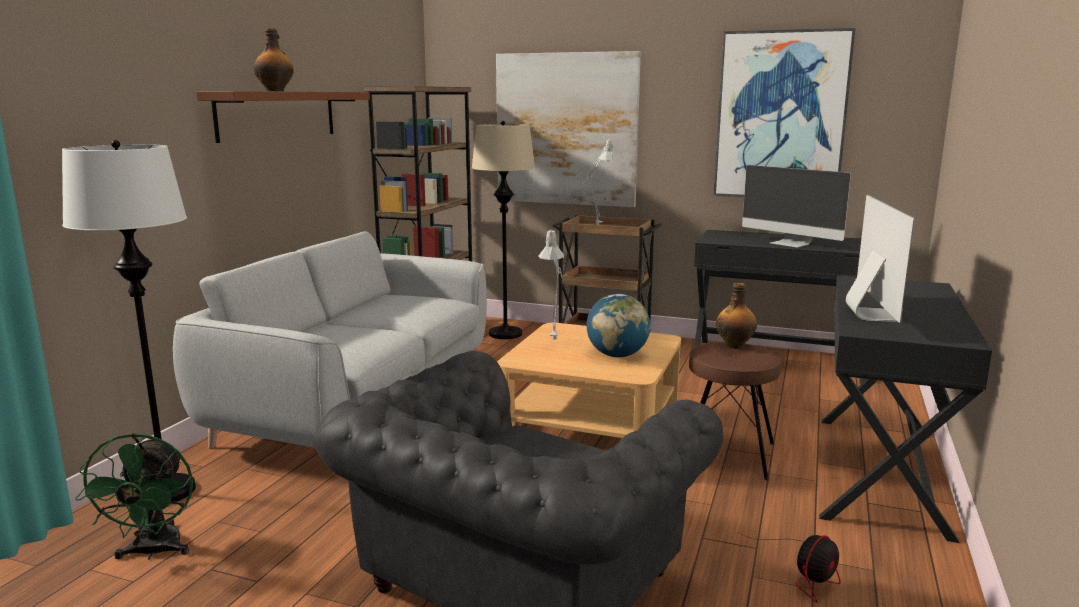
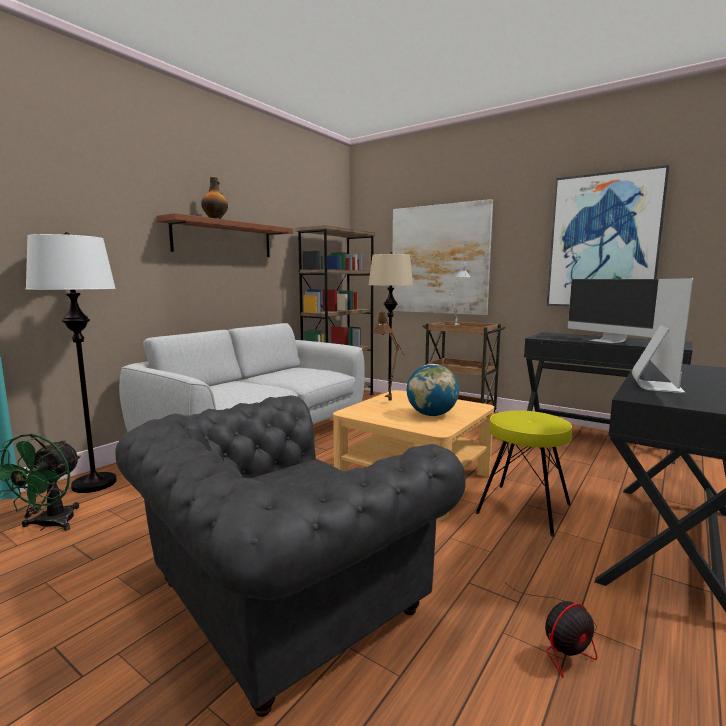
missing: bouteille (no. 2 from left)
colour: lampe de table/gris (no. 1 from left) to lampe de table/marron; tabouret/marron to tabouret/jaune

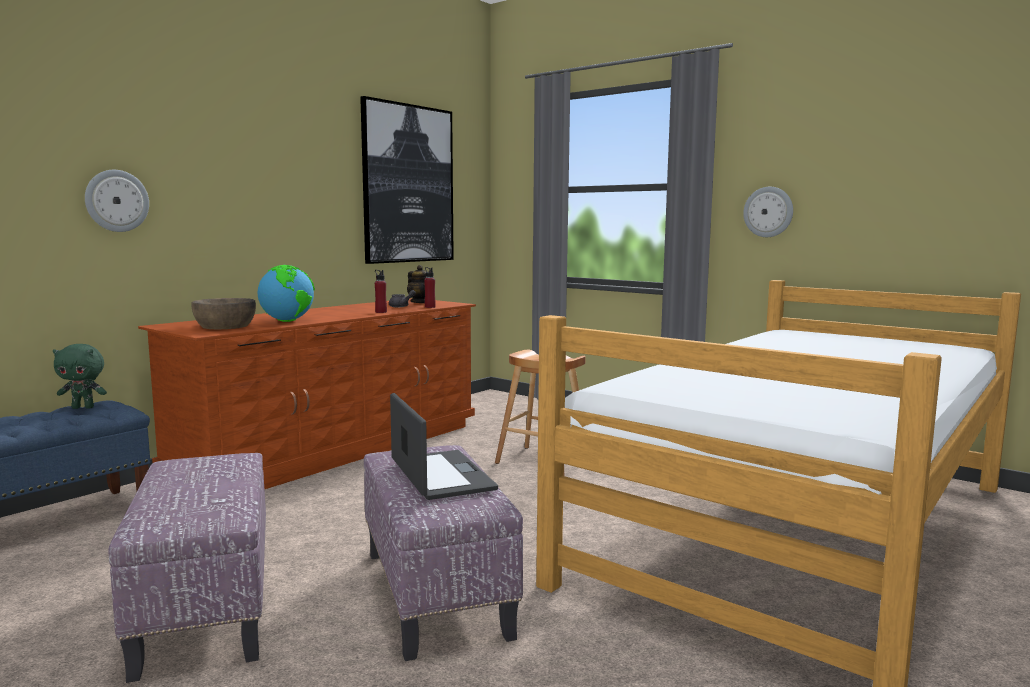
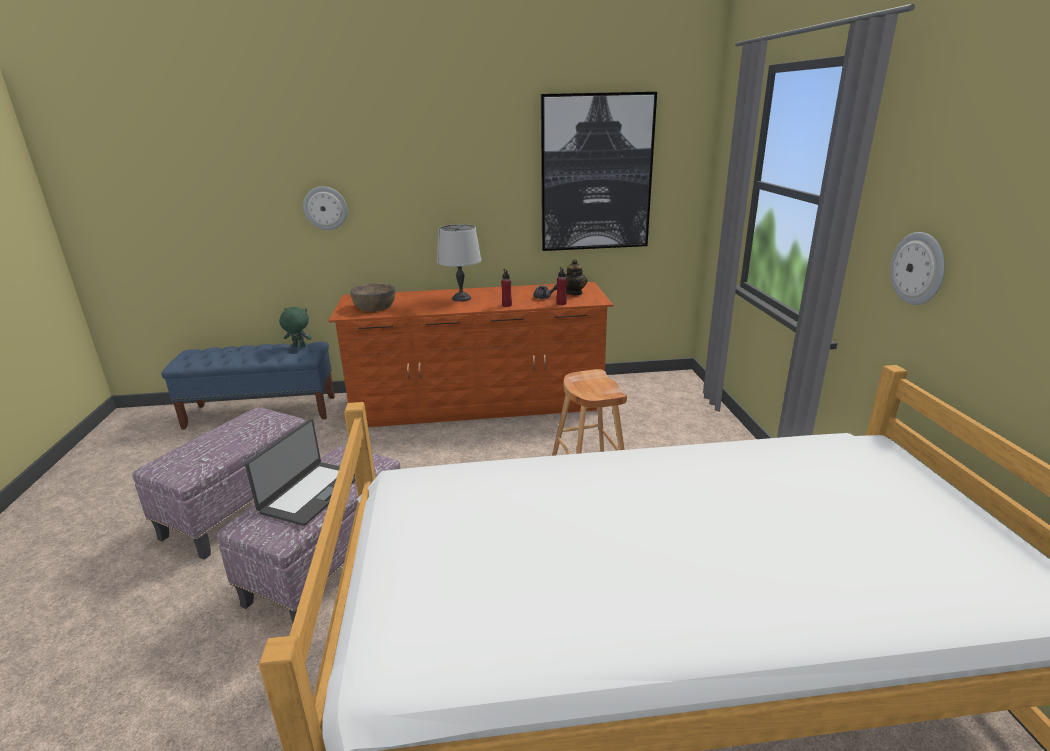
missing: globe
appeared: lampe de table/gris
spun: peluche/vert 150 degrees clockwise

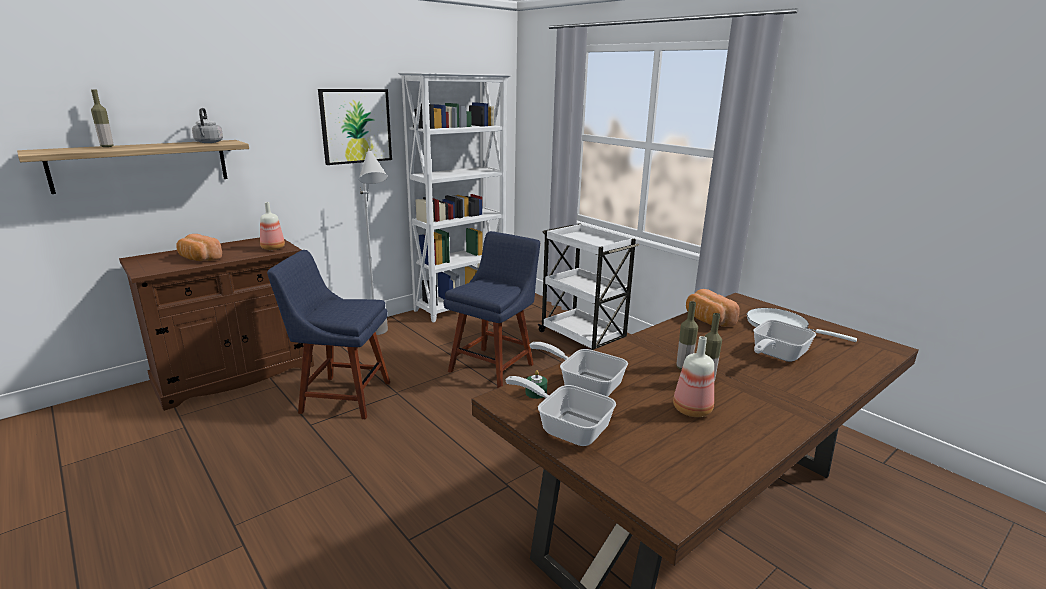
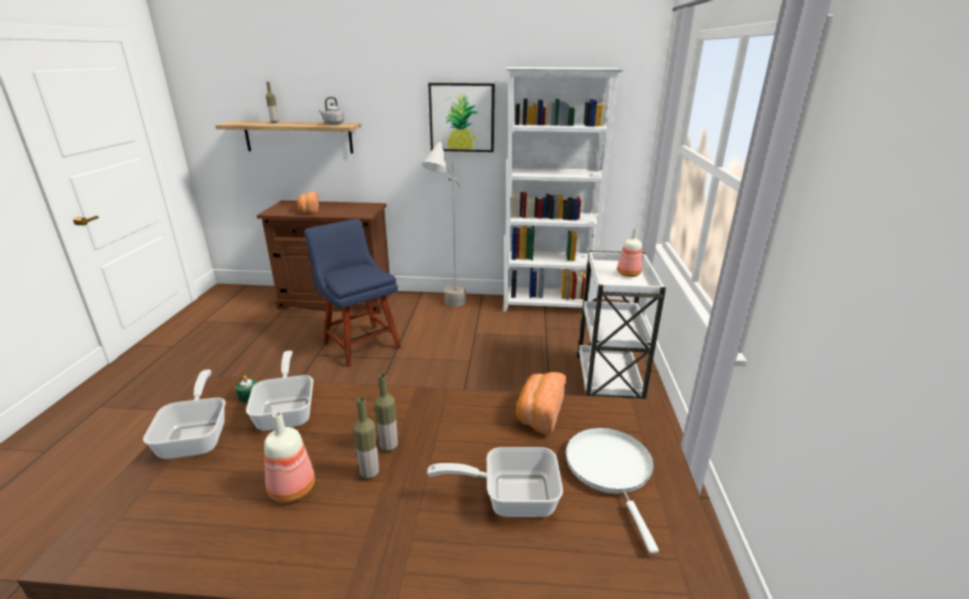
missing: chaise/bleu (no. 2 from left)
relocated: bouteille (no. 2 from left in the first image) to bouteille (no. 5 from left)

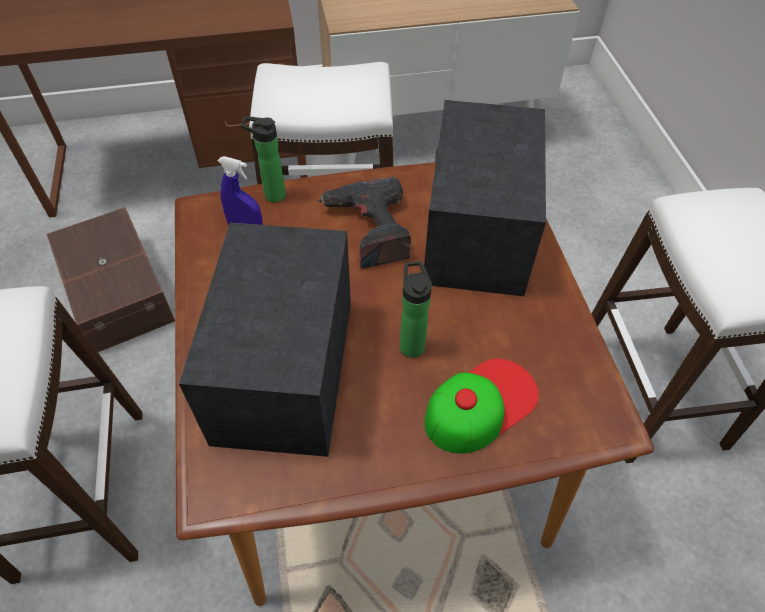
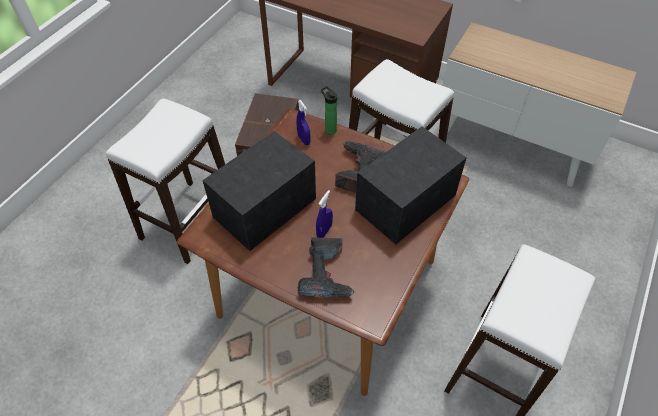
exchanged: bouteille (no. 2 from left) to vaporisateur/bleu (no. 2 from left); casquette to perceuse (no. 1 from left)

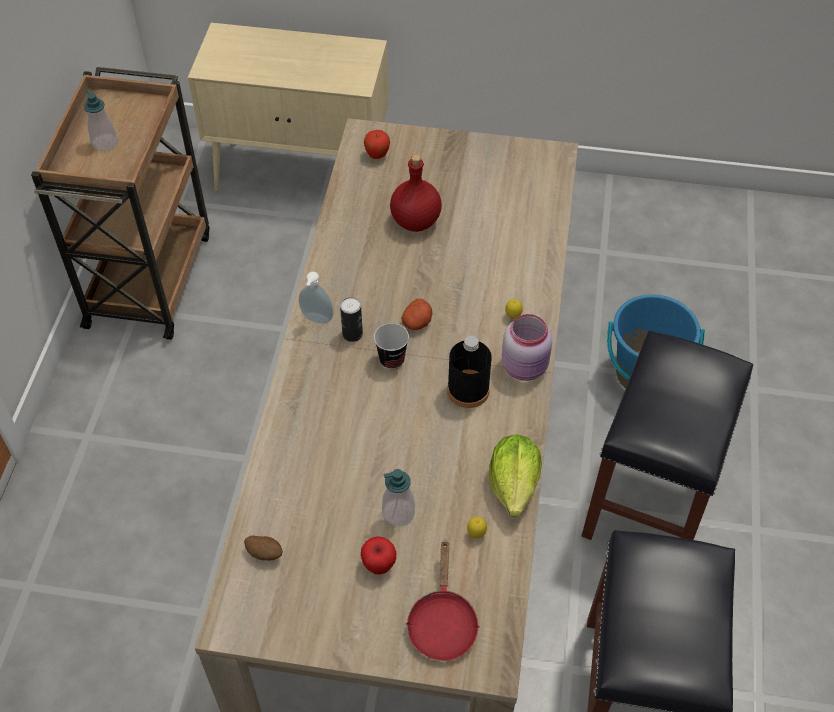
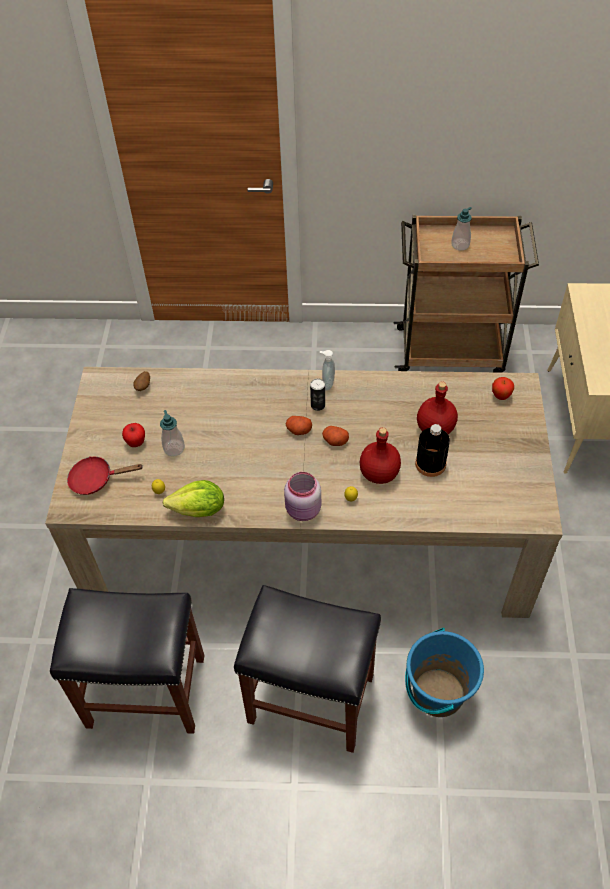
appeared: bouteille/rouge (no. 1 from left)
relocated: bouteille/noir
exchanged: tasse to pomme de terre (no. 2 from left)

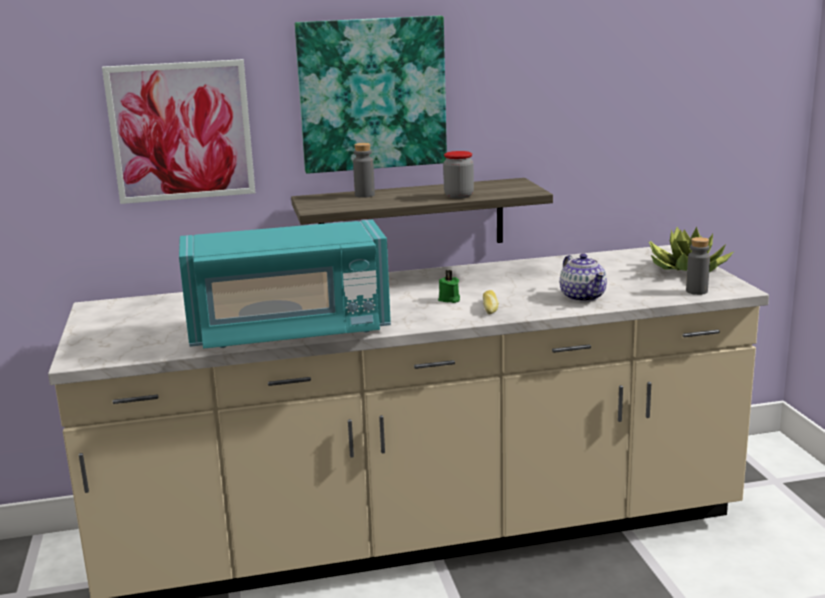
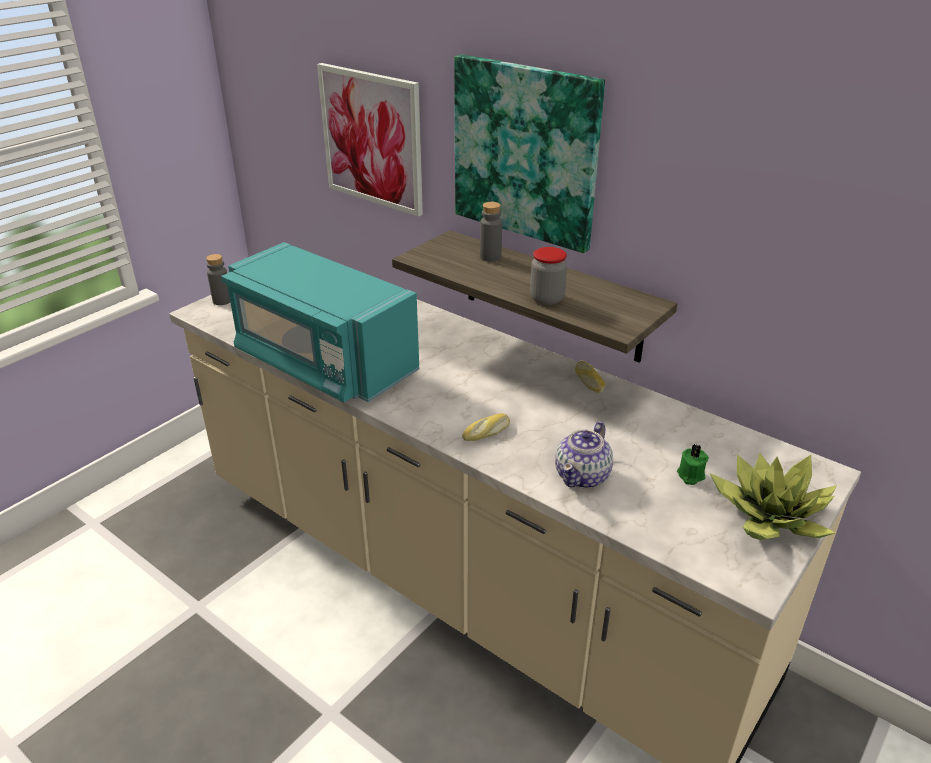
appeared: pain (no. 2 from left)
relocated: bougie/vert; bouteille/gris (no. 2 from left in the first image) to bouteille/gris (no. 1 from left)

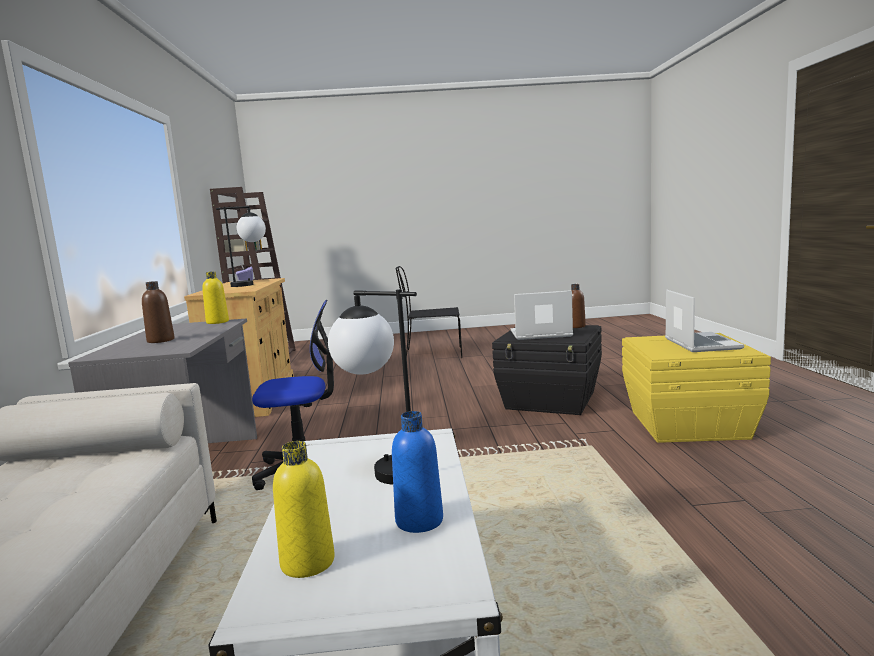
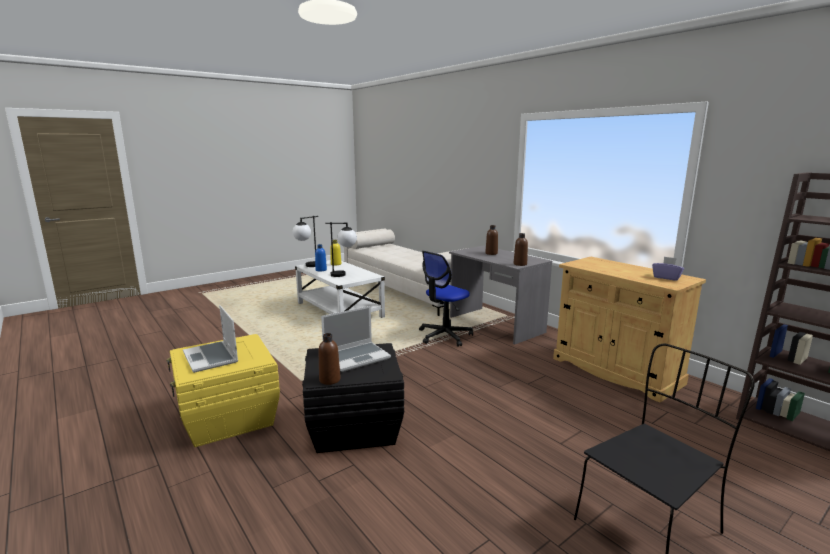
relocated: lampe de table (no. 1 from left)
colour: bouteille/jaune (no. 1 from left) to bouteille/marron (no. 3 from left)

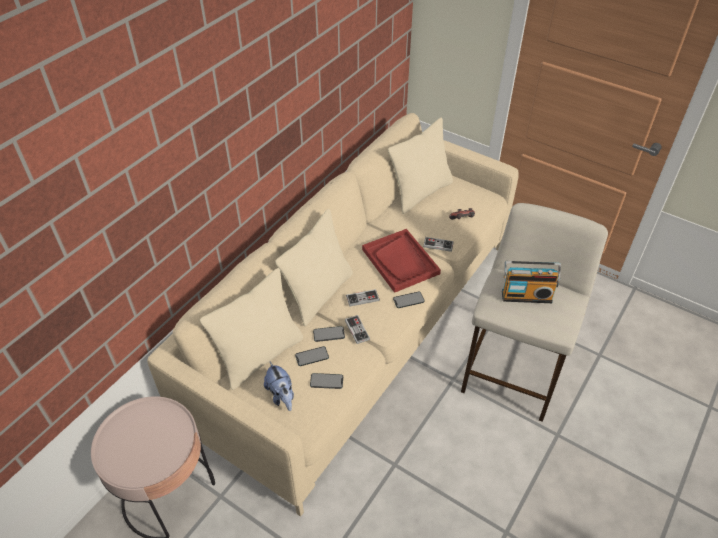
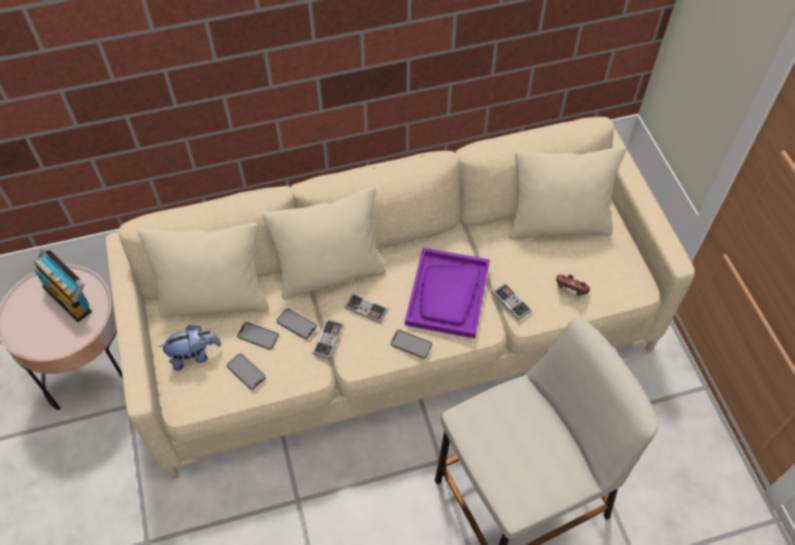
relocated: radio
colour: plateau/rouge to plateau/violet
spun: peluche 120 degrees counterclockwise

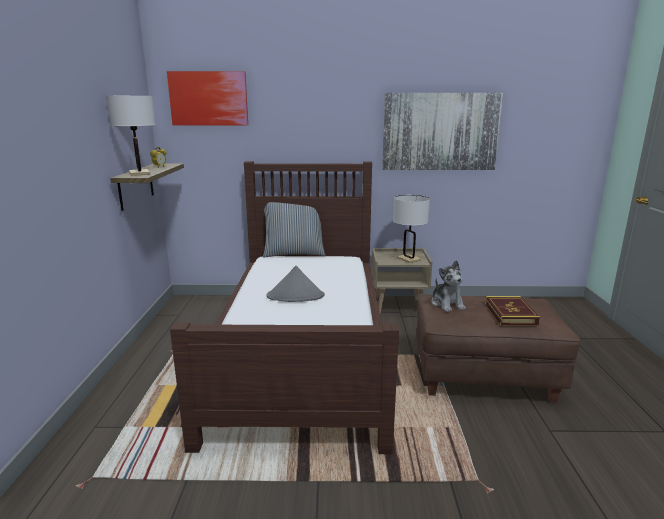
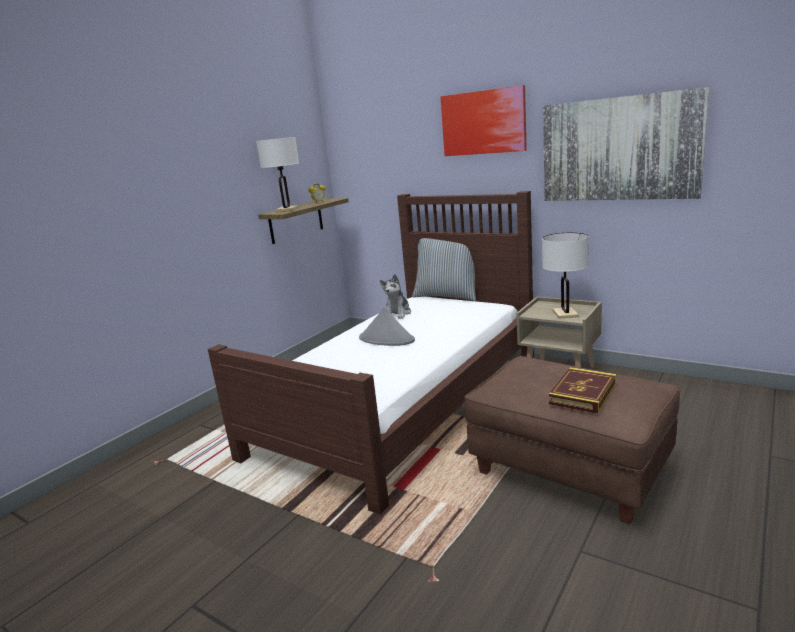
relocated: tableau (no. 1 from left); peluche

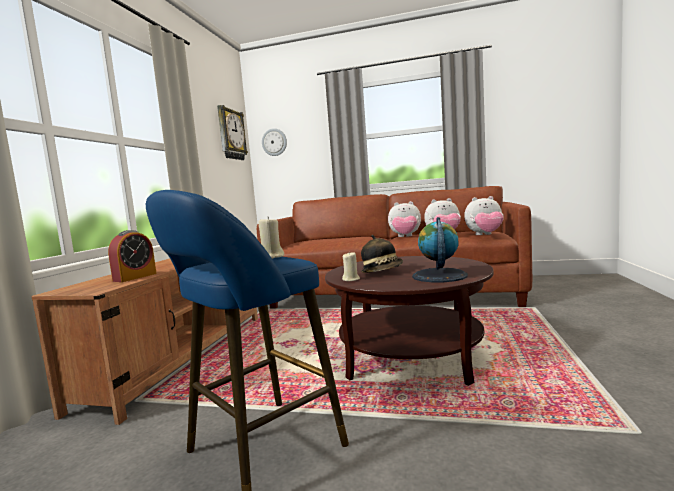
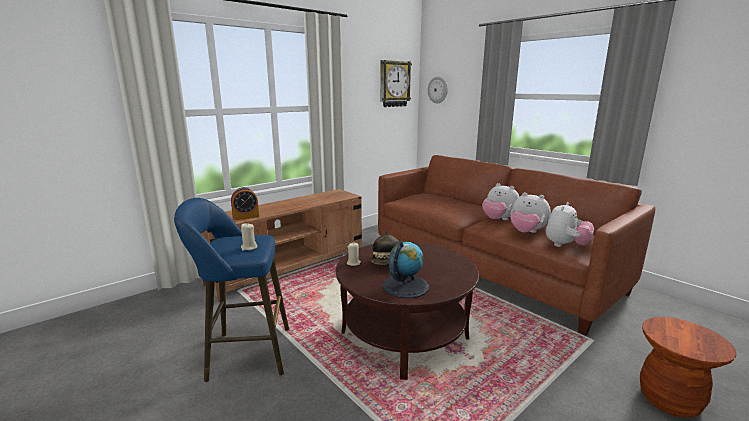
appeared: tabouret/marron
spun: peluche (no. 3 from left) 90 degrees counterclockwise

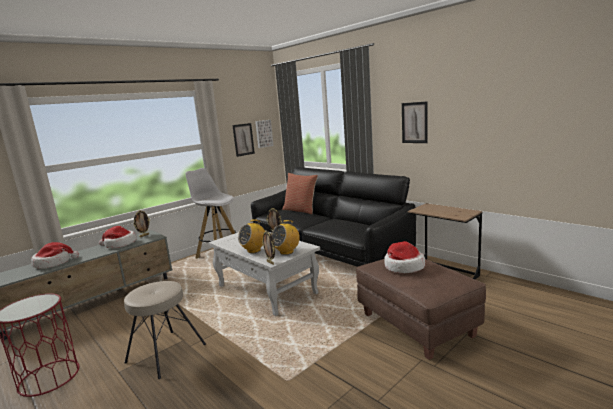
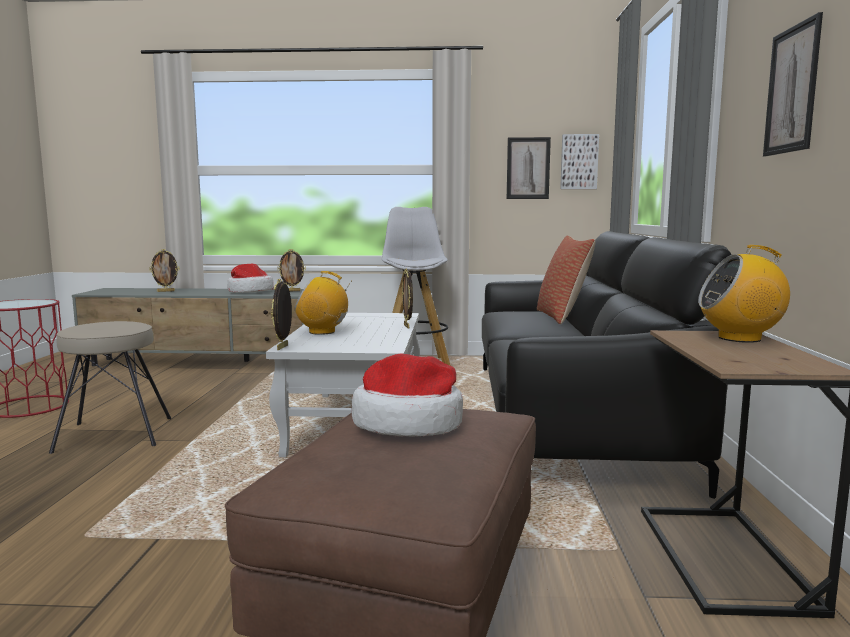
relocated: radio (no. 2 from left)
exchanged: chapeau (no. 1 from left) to cadre photo (no. 1 from left)

